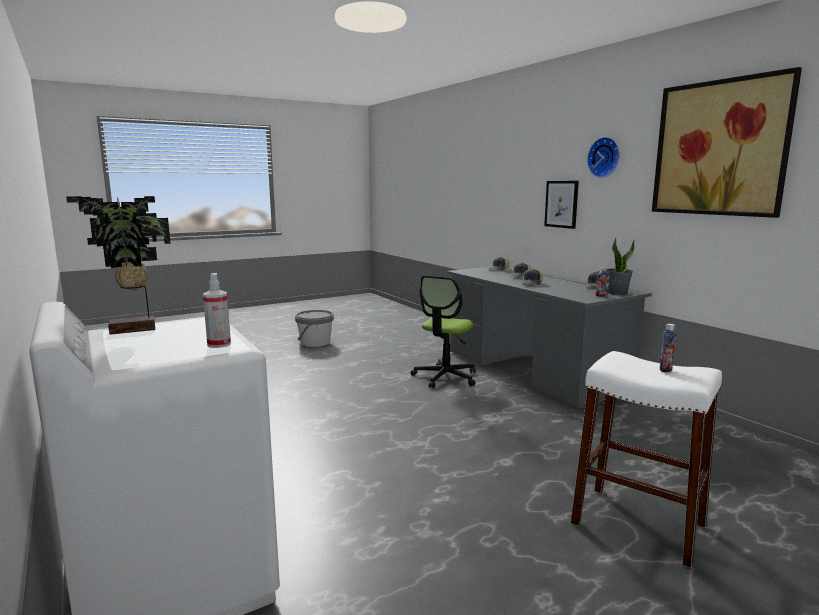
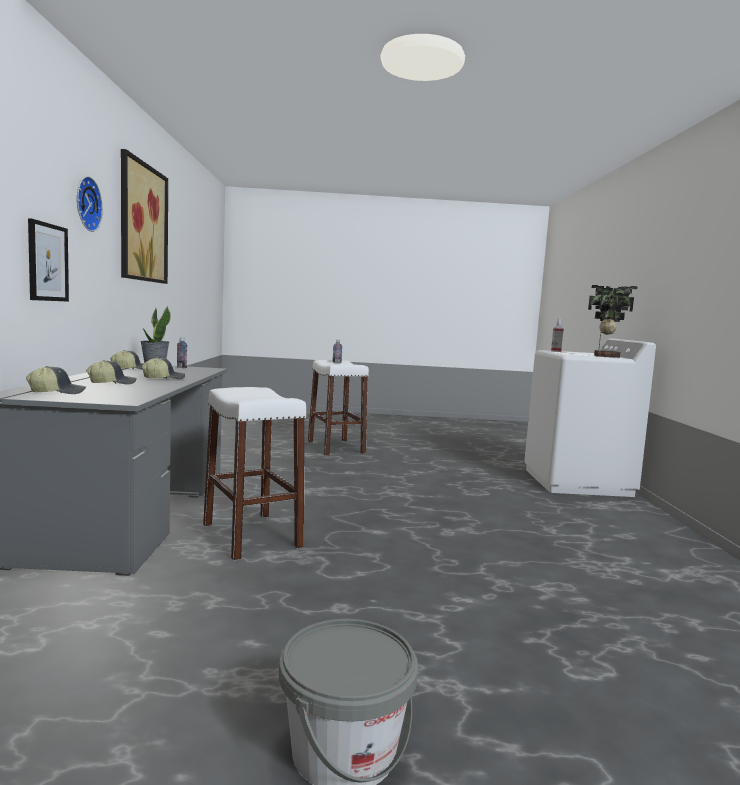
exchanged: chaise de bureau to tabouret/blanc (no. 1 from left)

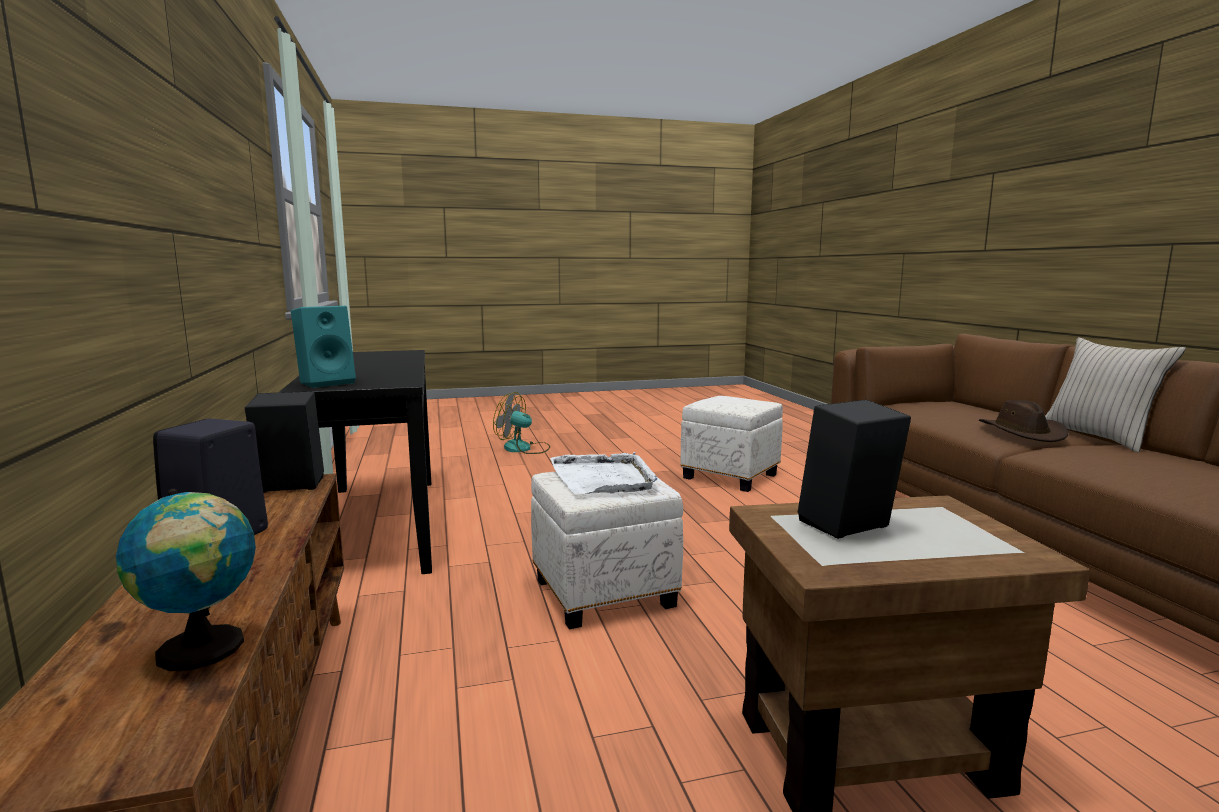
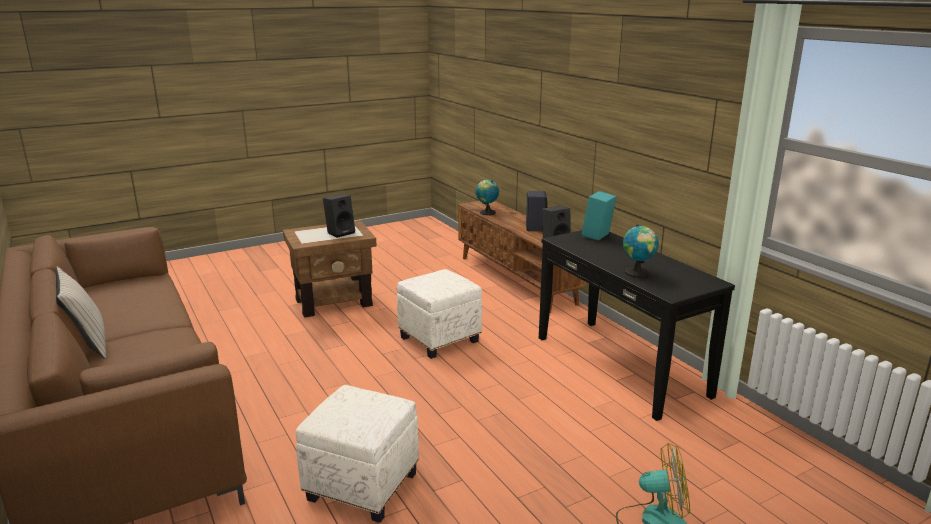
missing: plateau/blanc; chapeau/marron
appeared: globe (no. 2 from left)

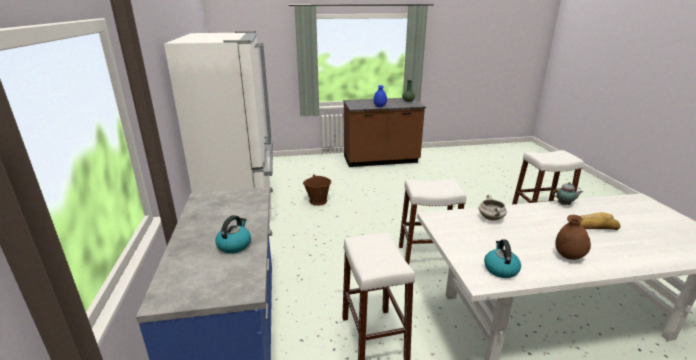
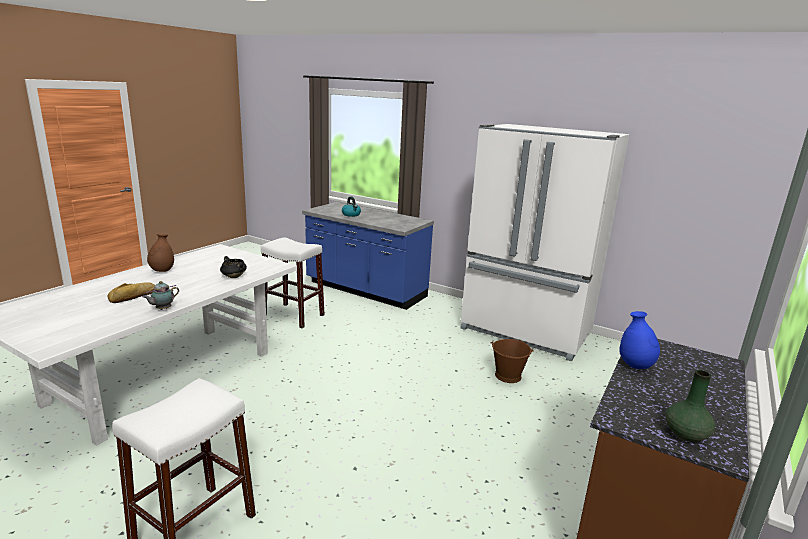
missing: tabouret/blanc (no. 2 from left); bouilloire (no. 2 from left)
colour: marmite/blanc to marmite/noir

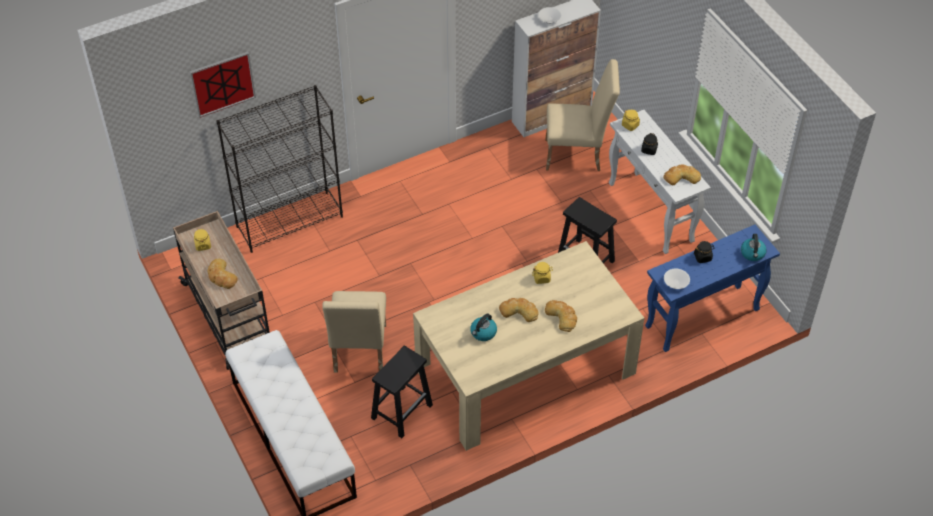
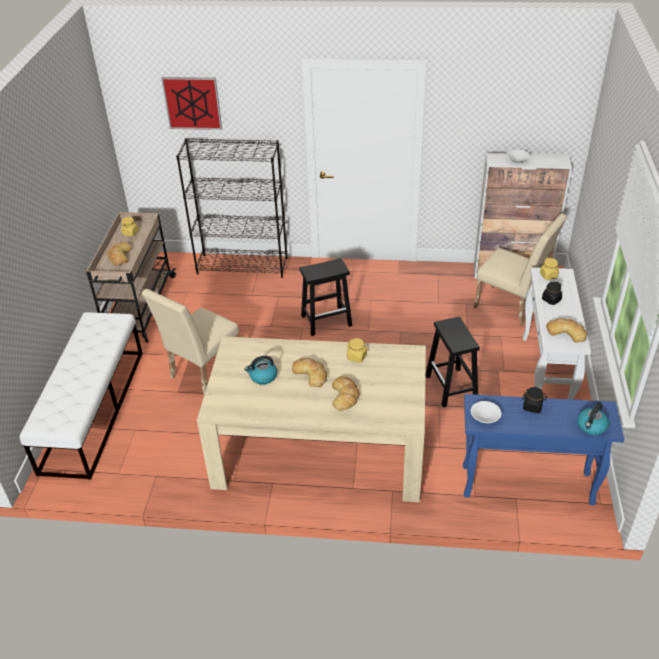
relocated: tabouret/noir (no. 1 from left)

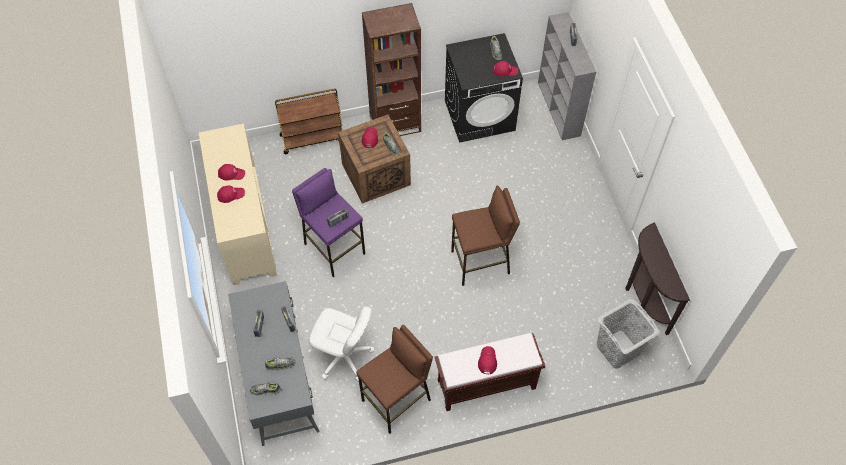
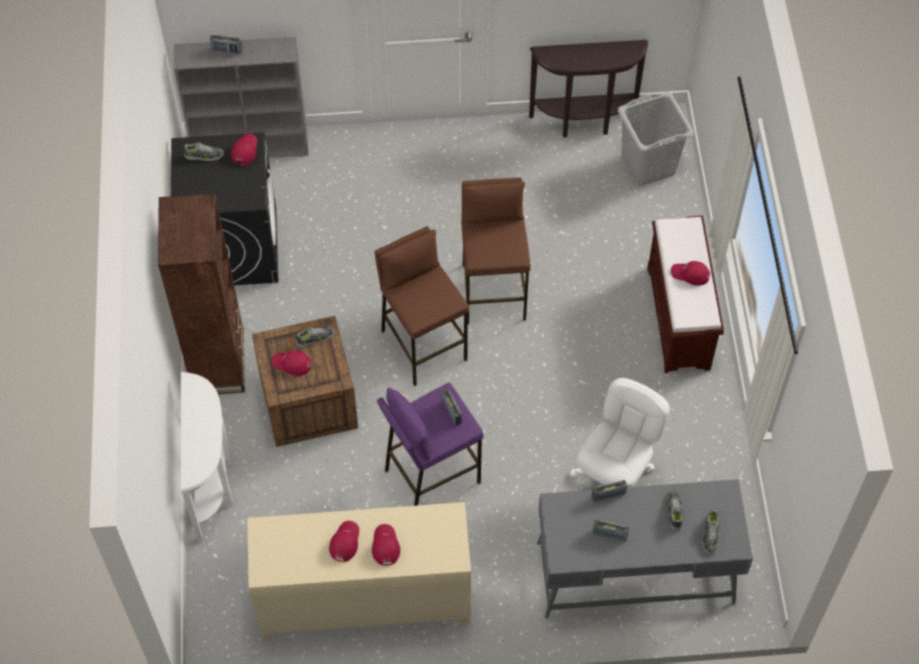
relocated: tabouret/marron (no. 1 from left)
exchanged: chariot/marron to table console/blanc

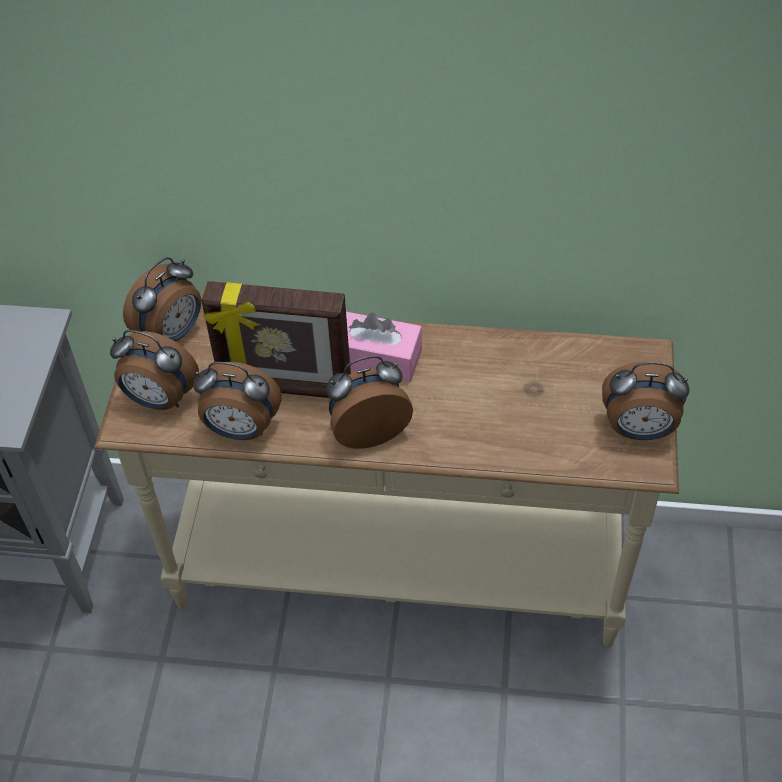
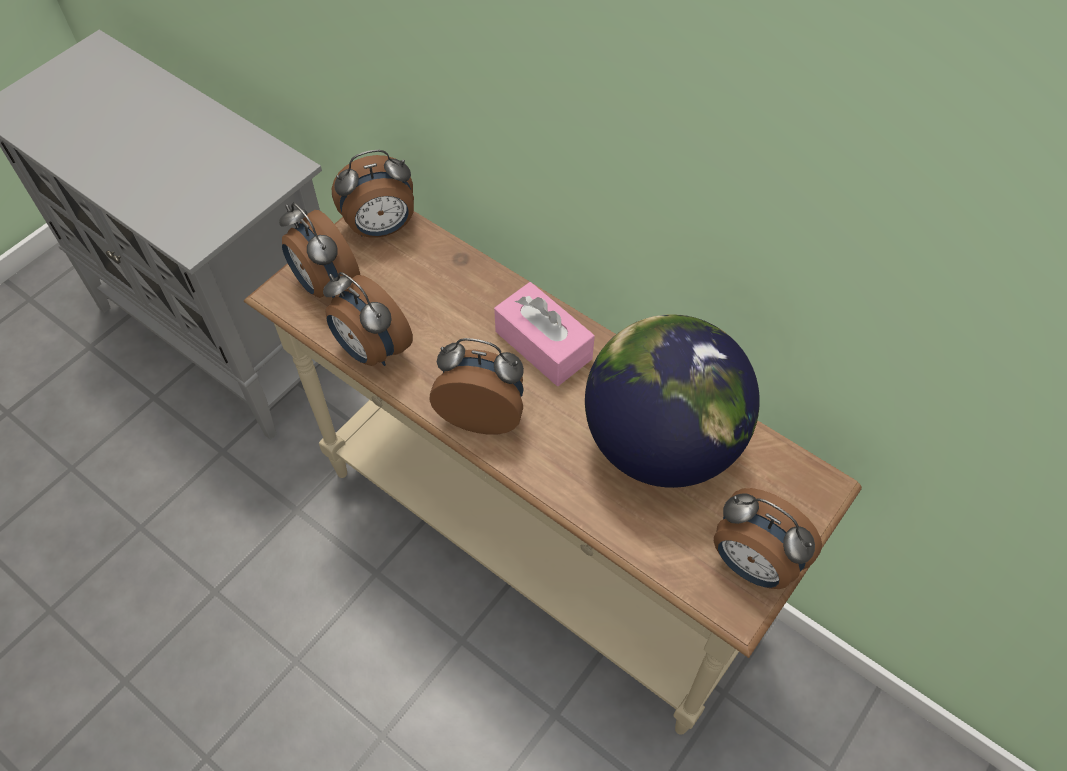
missing: cadre photo
appeared: globe

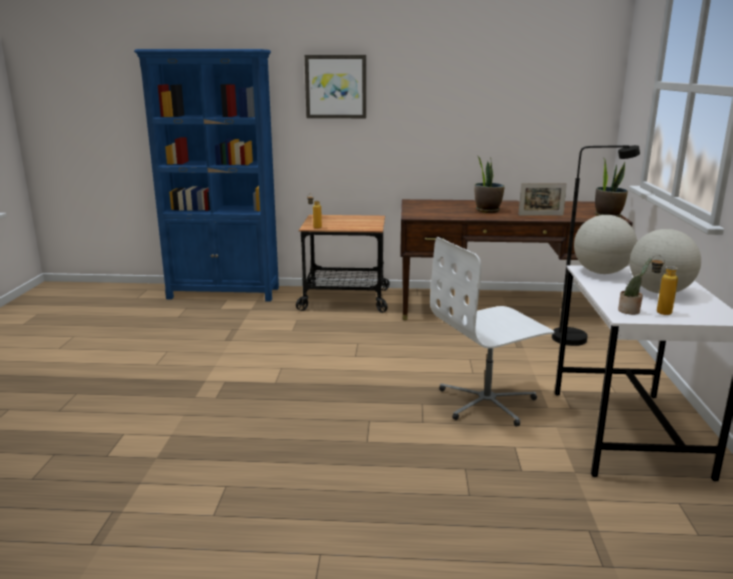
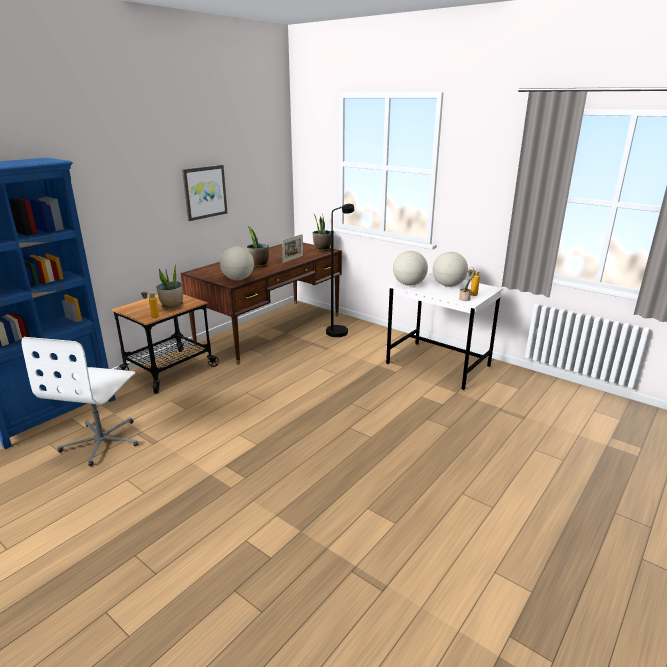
appeared: plante en pot (no. 1 from left); globe (no. 1 from left)
relocated: tableau; chaise de bureau/blanc

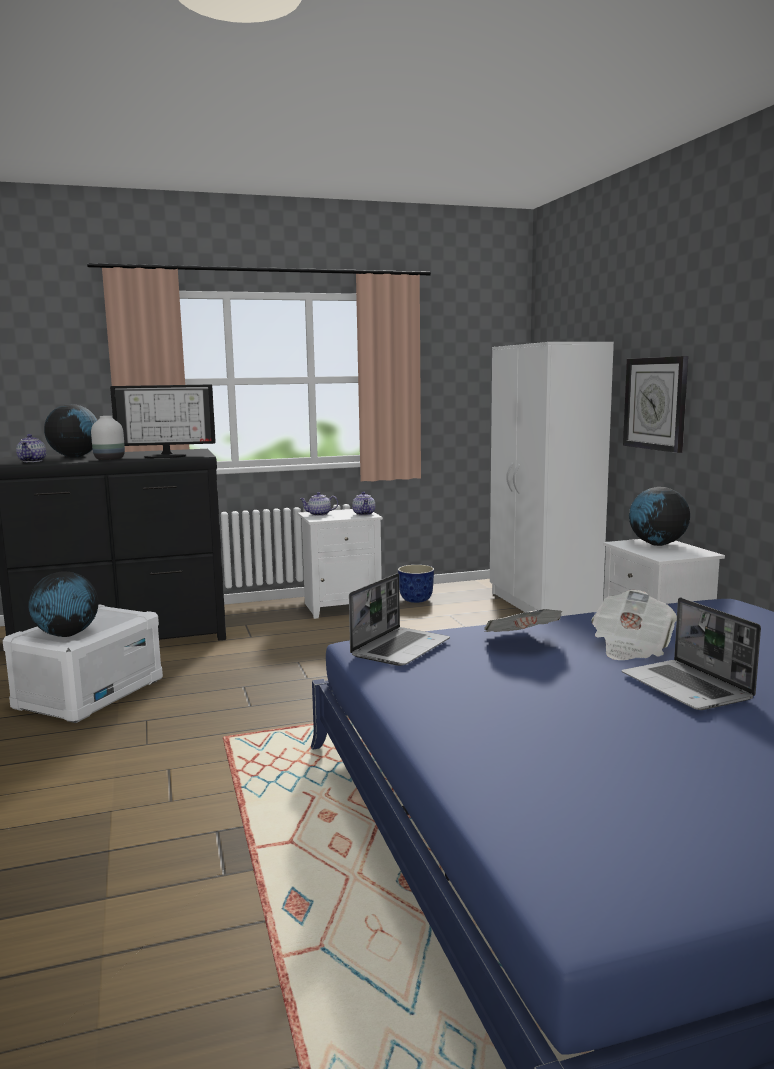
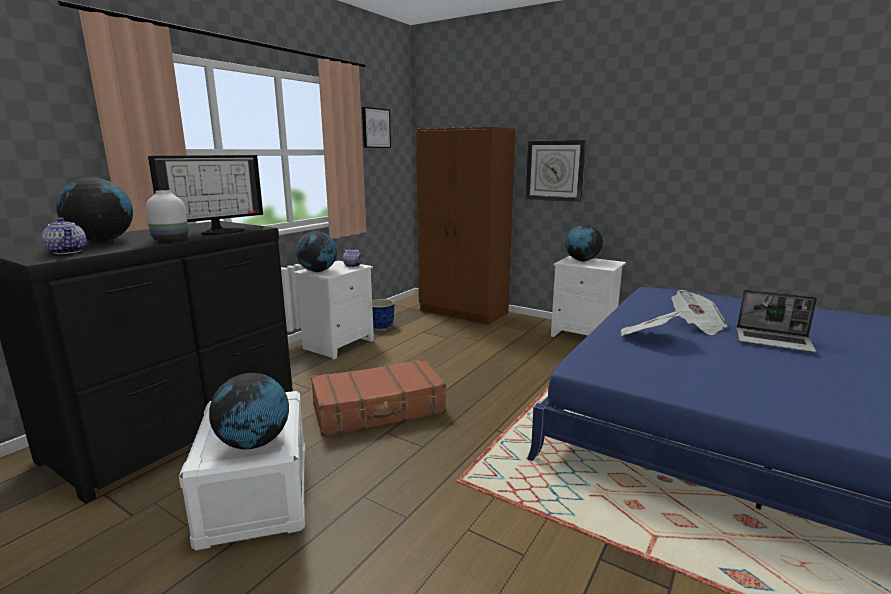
missing: ordinateur portable (no. 1 from left)
appeared: valise/marron; tableau
exchanged: théière (no. 2 from left) to globe (no. 3 from left)
colour: armoire/blanc to armoire/marron

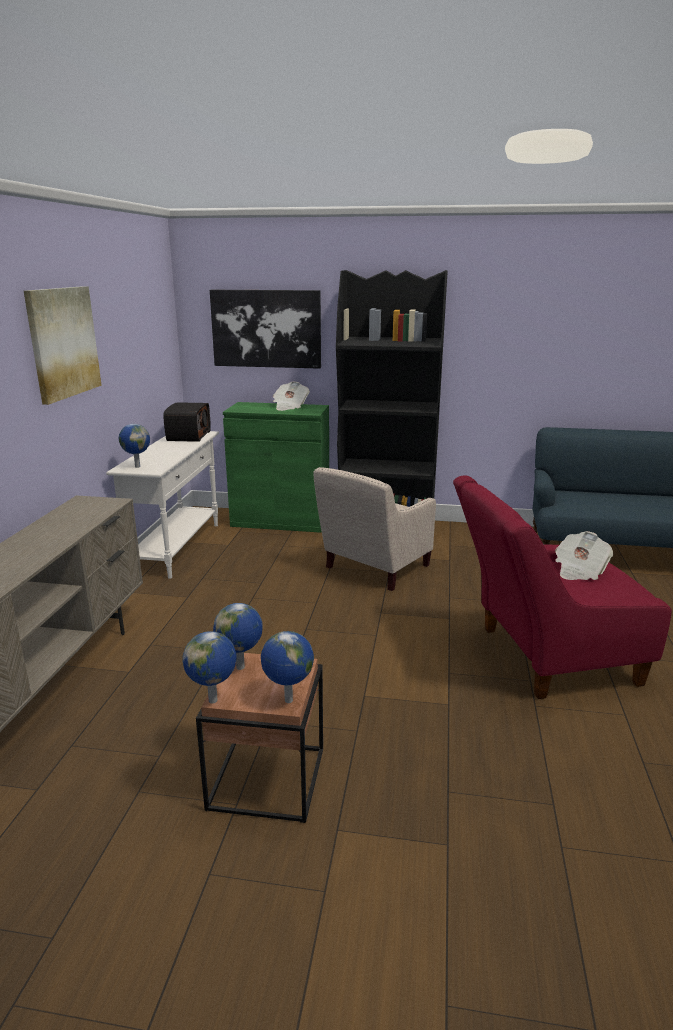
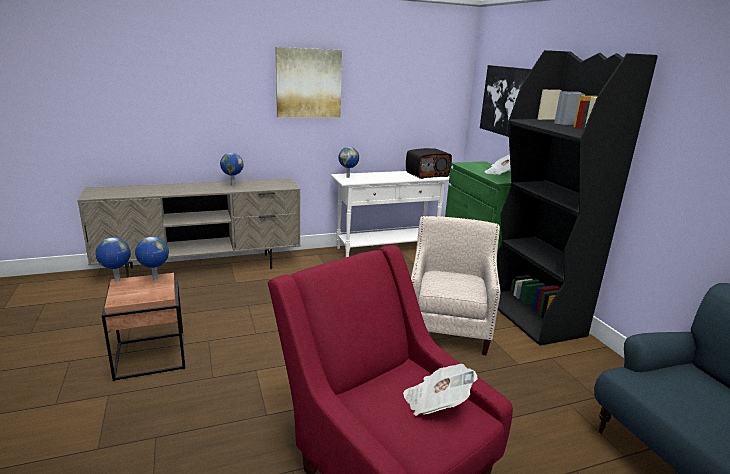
relocated: globe (no. 4 from left in the first image) to globe (no. 3 from left)
spun: fauteuil/beige 90 degrees clockwise

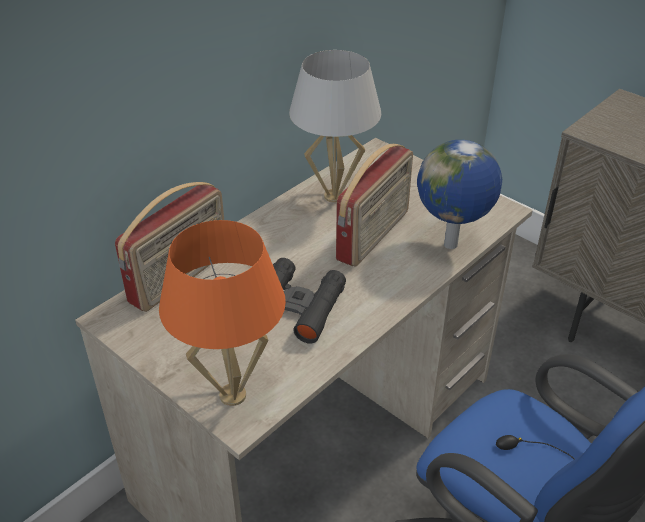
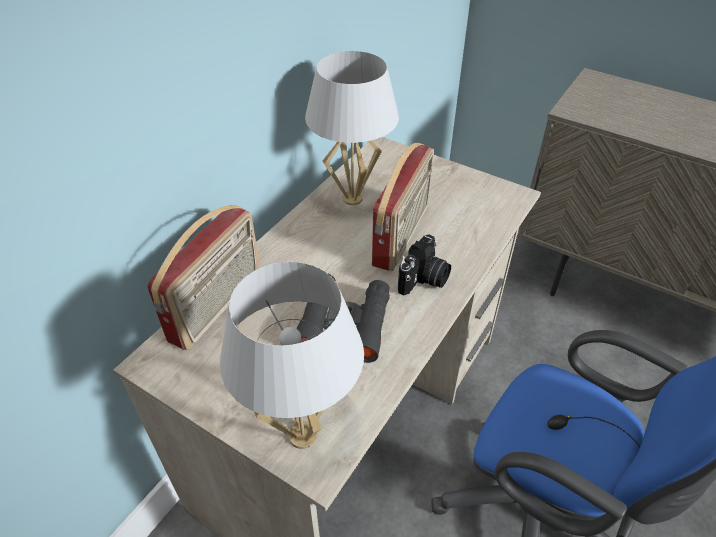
missing: globe
appeared: appareil photo
colour: lampe de table/orange to lampe de table/blanc (no. 1 from left)

